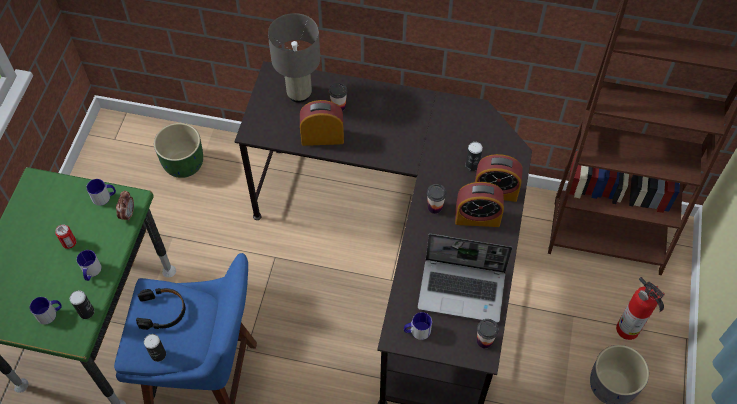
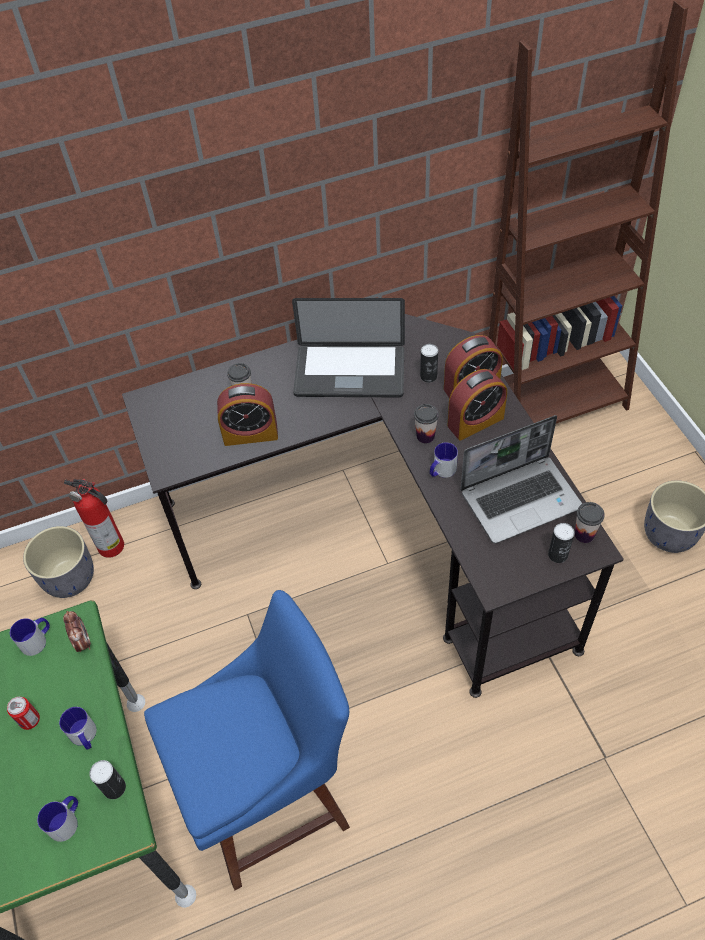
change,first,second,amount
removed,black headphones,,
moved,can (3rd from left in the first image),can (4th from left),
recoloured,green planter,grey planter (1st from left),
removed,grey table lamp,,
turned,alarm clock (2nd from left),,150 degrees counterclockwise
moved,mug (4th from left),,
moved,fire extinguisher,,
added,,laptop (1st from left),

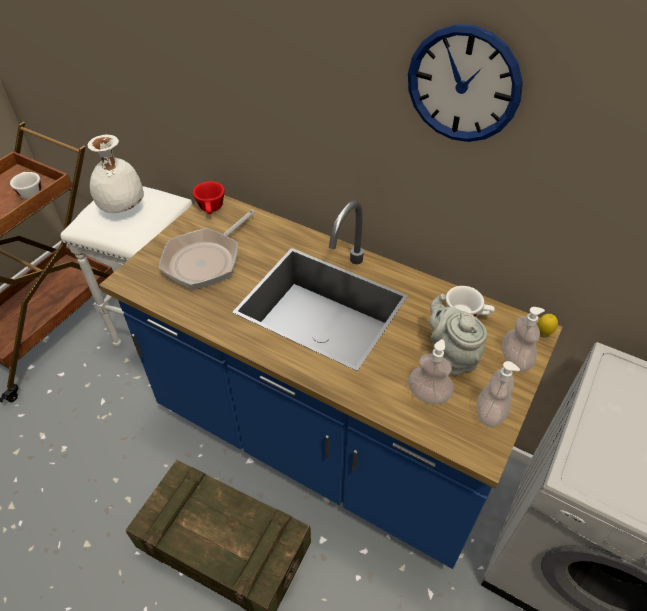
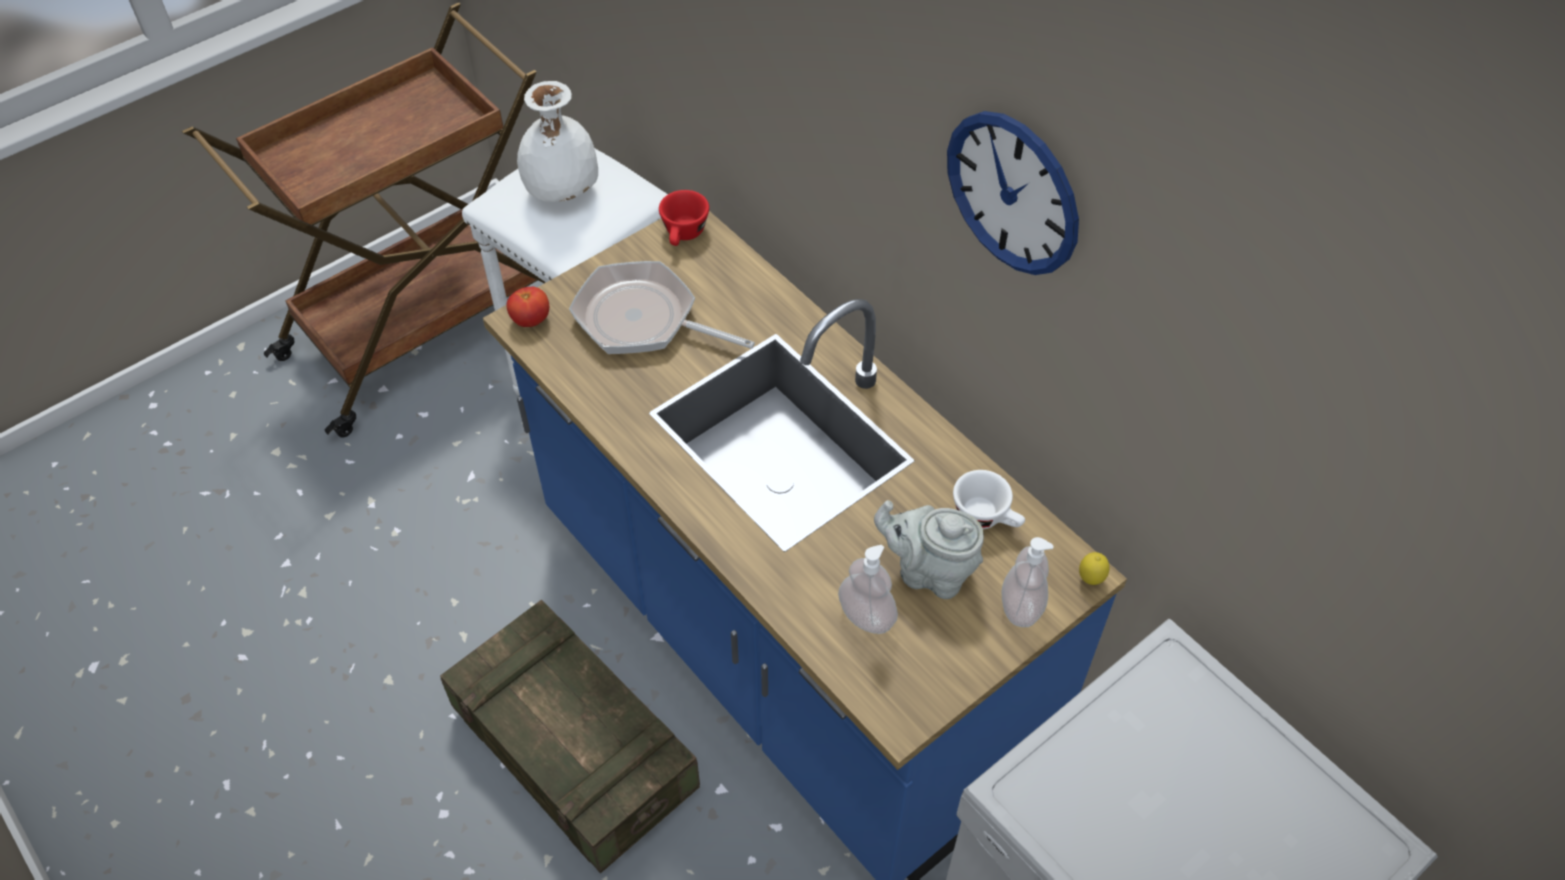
change,first,second,amount
removed,white cup (1st from left),,
turned,frying pan,,60 degrees clockwise
turned,grey teapot,,60 degrees counterclockwise
removed,soap dispenser (2nd from left),,
added,,tomato,

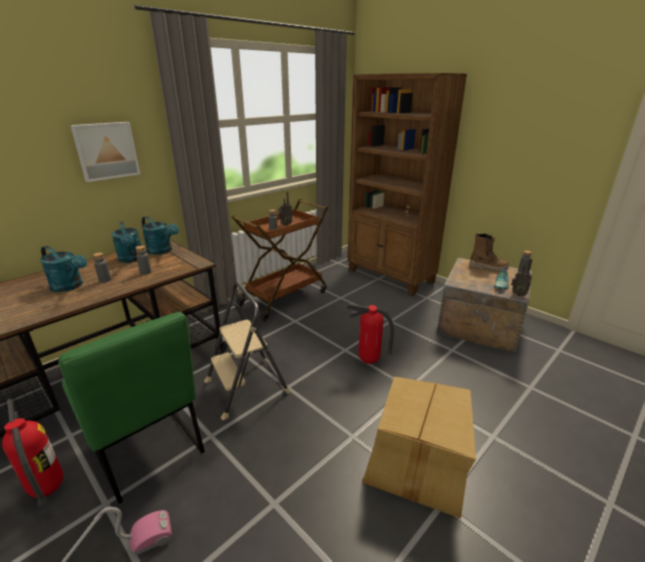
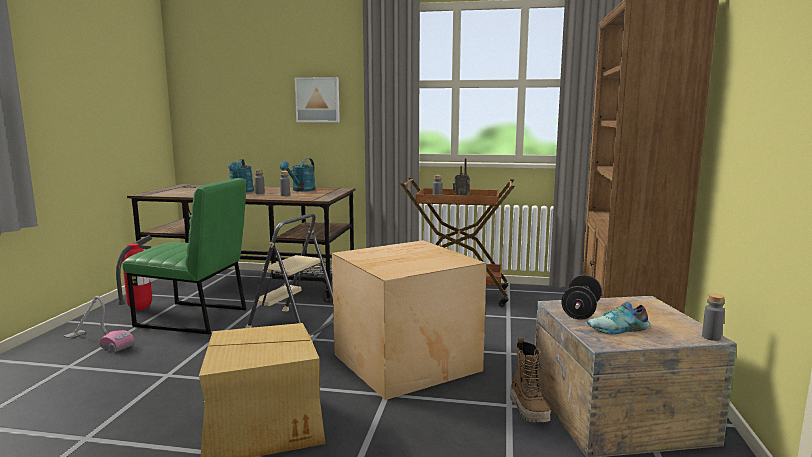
change,first,second,amount
turned,green chair,,90 degrees counterclockwise
removed,turquoise watering can (3rd from left),,
replaced,fire extinguisher (2nd from left),cardboard box (2nd from left),
moved,boot,,
removed,radio (2nd from left),,
added,,black dumbbell,

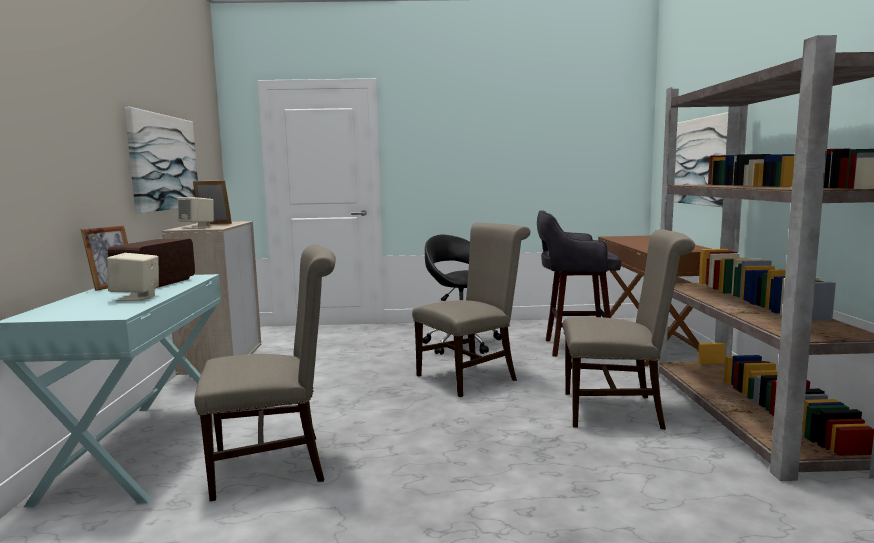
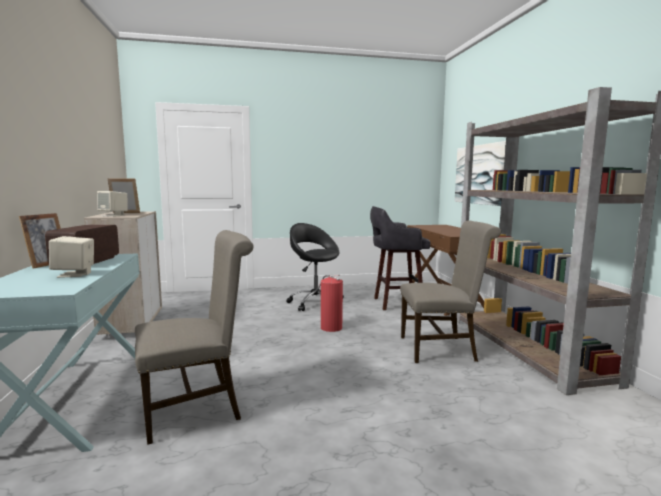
change,first,second,amount
removed,picture (1st from left),,
replaced,beige chair (2nd from left),fire extinguisher,

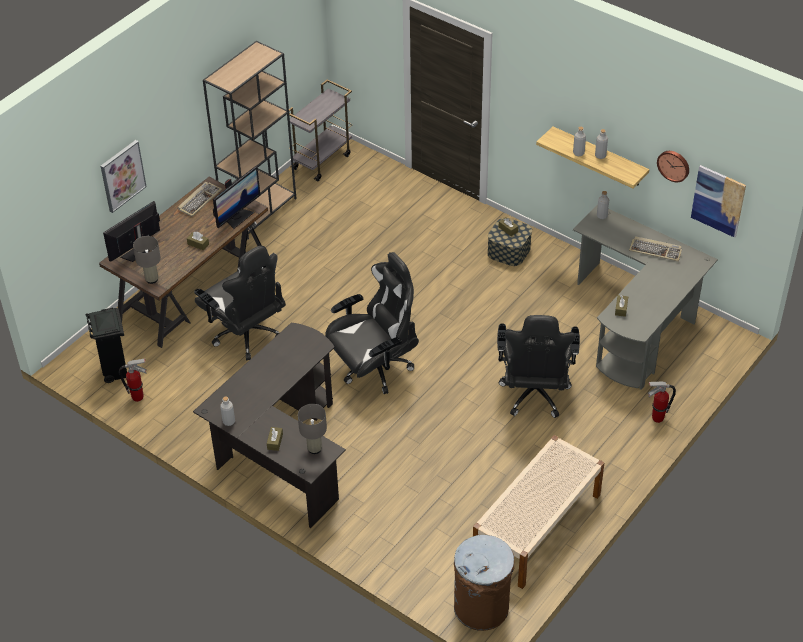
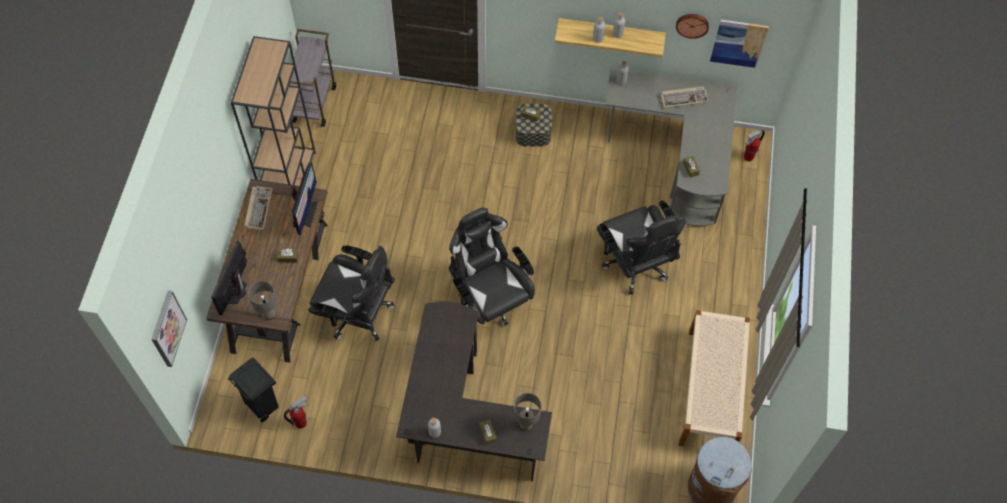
change,first,second,amount
moved,picture (1st from left),,
turned,black office chair (2nd from left),,60 degrees counterclockwise
moved,fire extinguisher (2nd from left),,

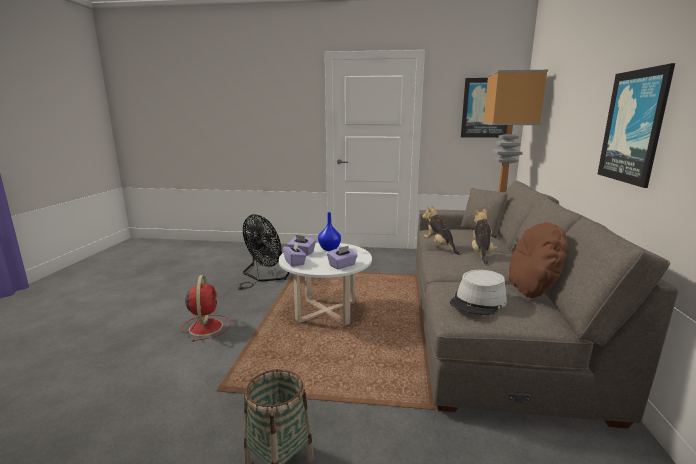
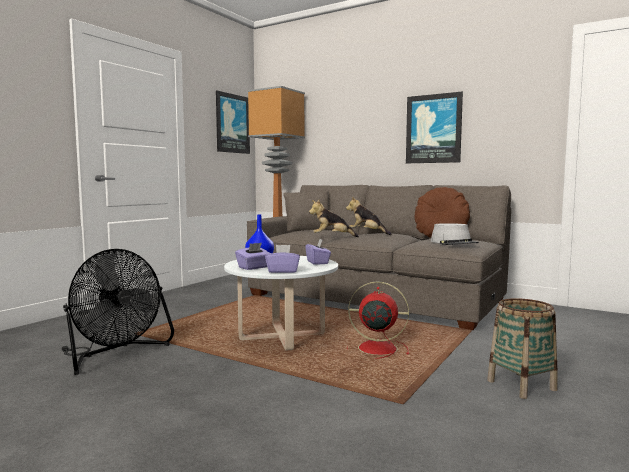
change,first,second,amount
moved,red fan,,
turned,black fan,,150 degrees clockwise

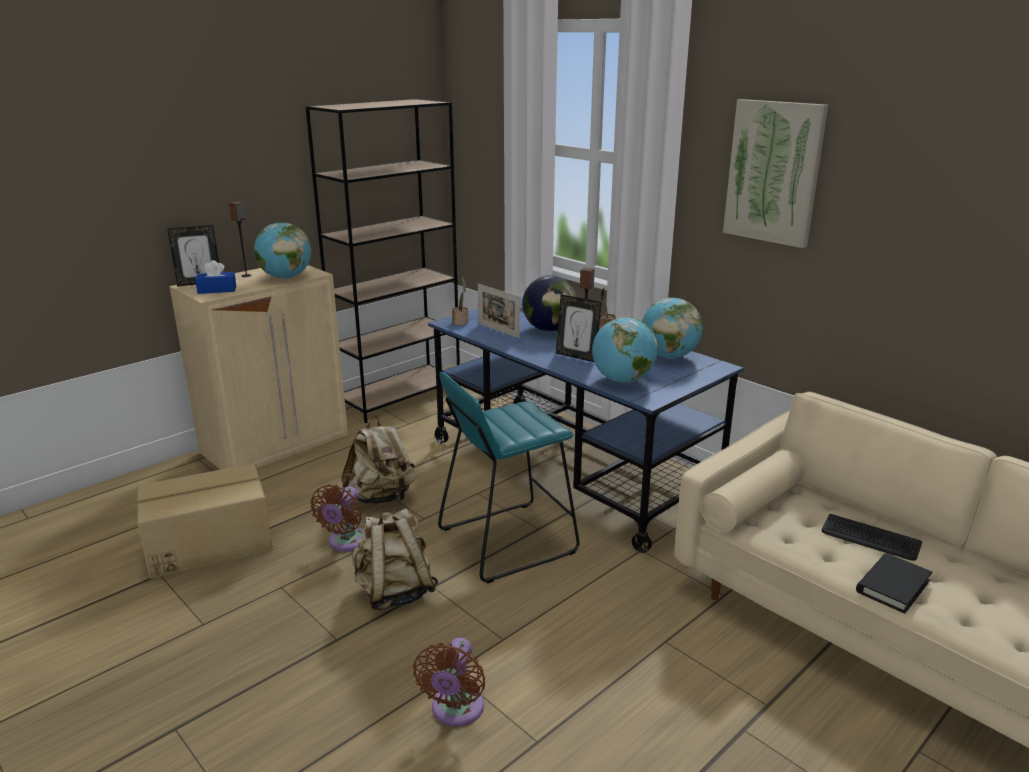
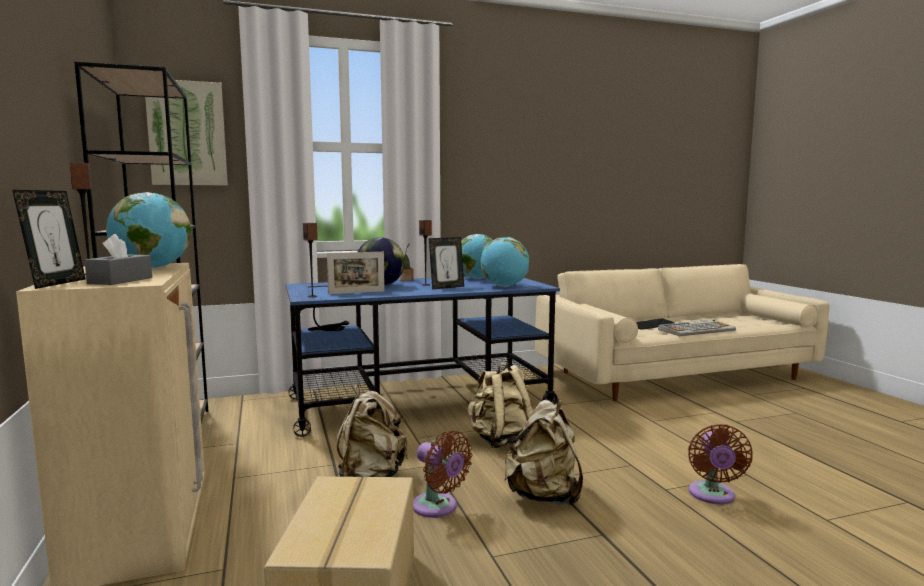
change,first,second,amount
recoloured,blue tissue box,grey tissue box,
turned,brown fan (2nd from left),,60 degrees clockwise
replaced,turquoise stool,beige backpack (2nd from left),
replaced,potted plant (1st from left),speaker (2nd from left),
moved,picture,,
replaced,black book,keyboard (2nd from left),

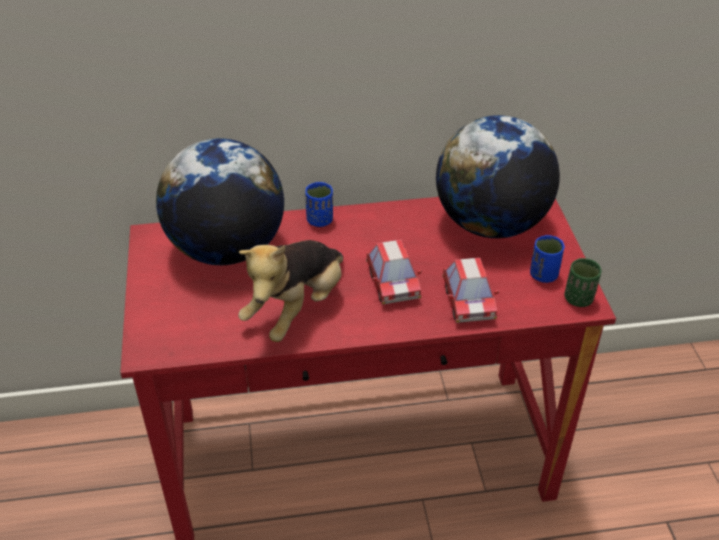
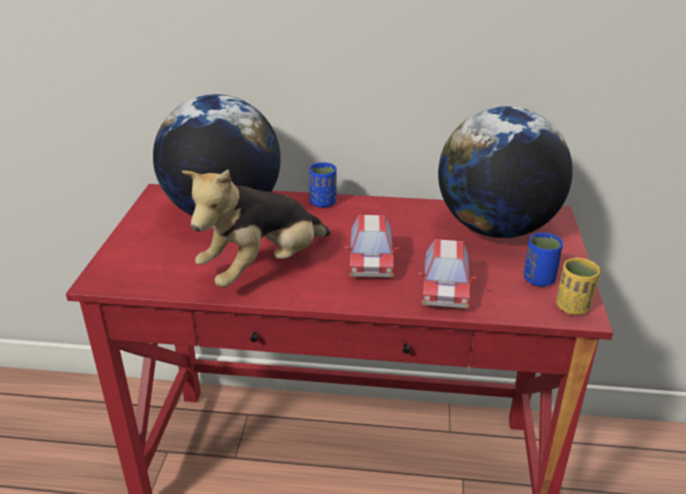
change,first,second,amount
recoloured,green cup,yellow cup,

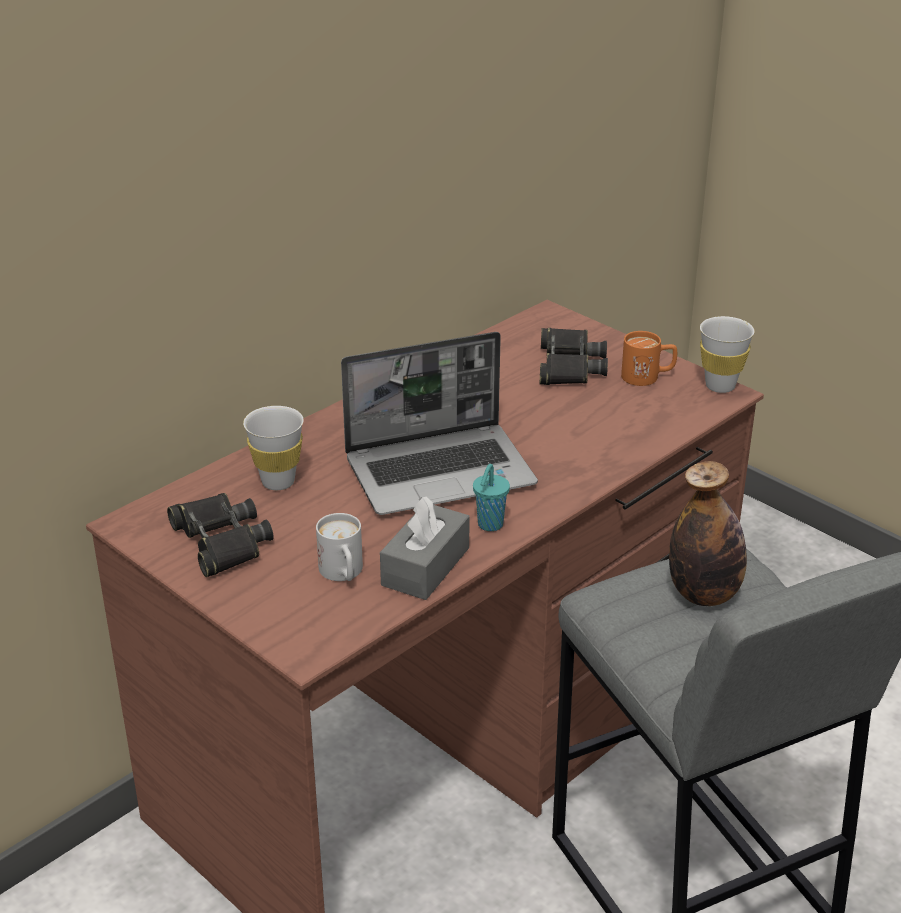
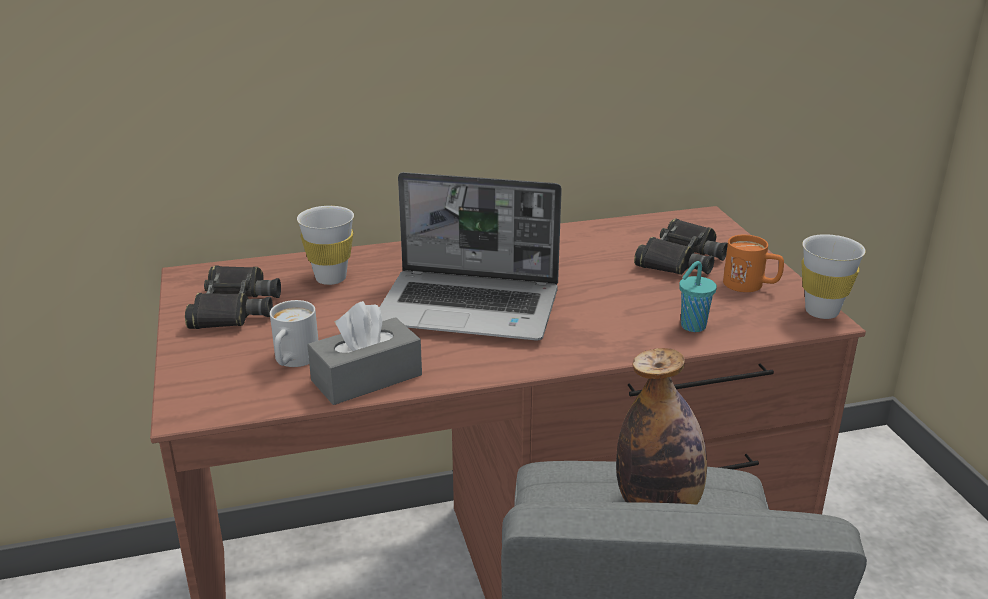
change,first,second,amount
moved,turquoise cup,,

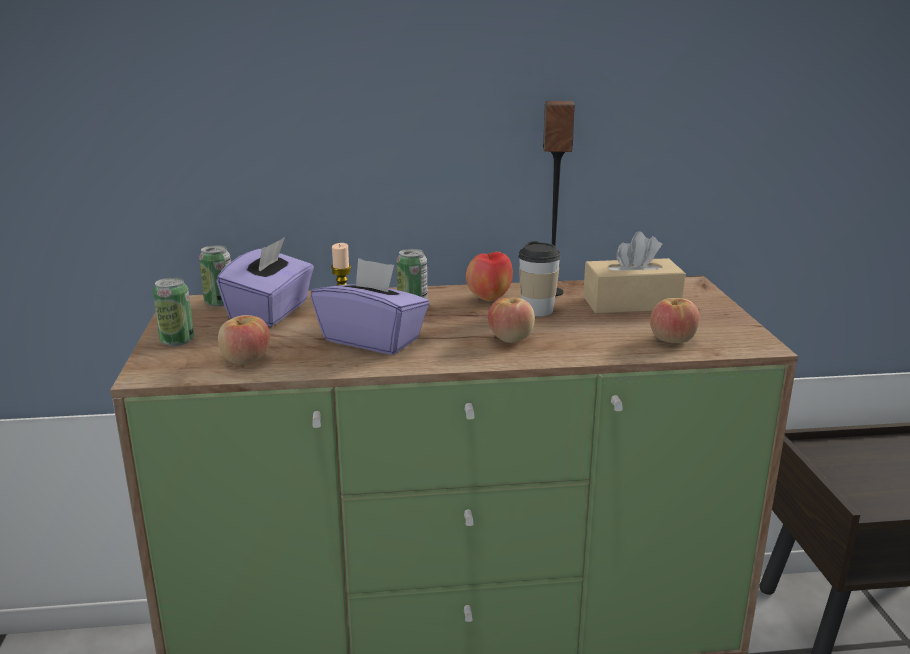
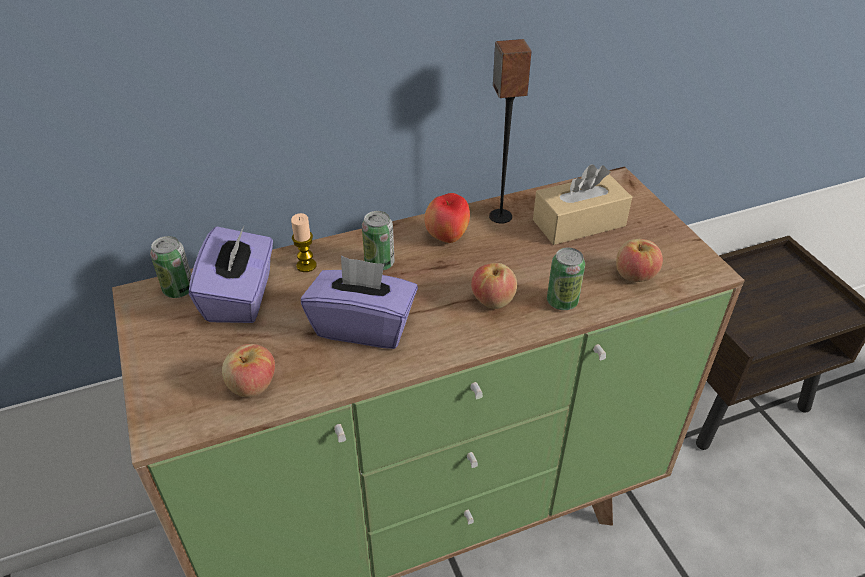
change,first,second,amount
moved,can (1st from left in the first image),can (3rd from left),
removed,cup,,

